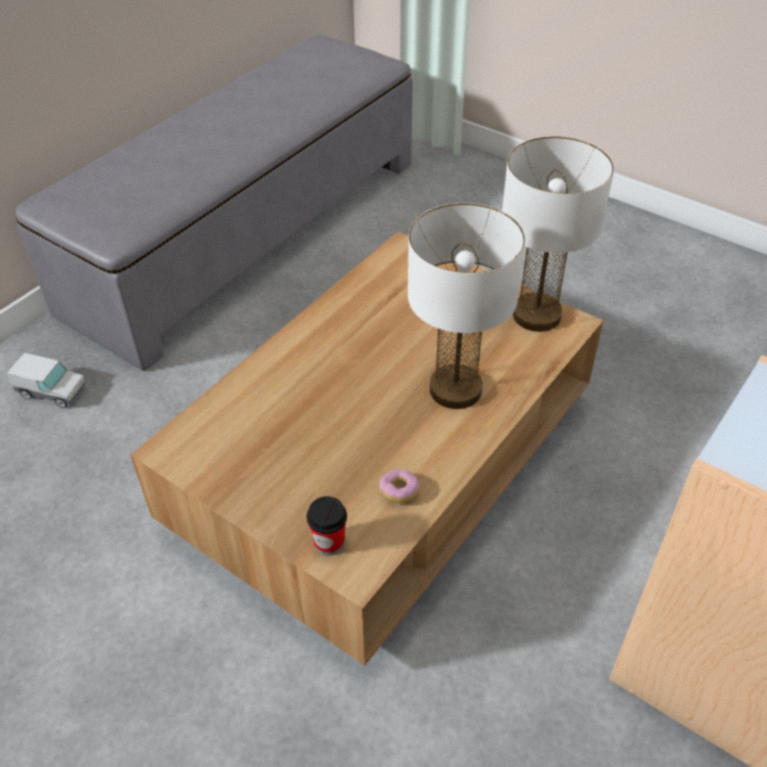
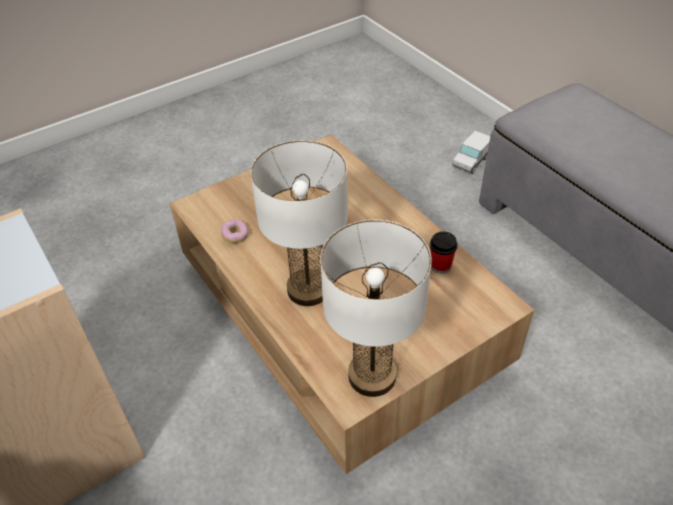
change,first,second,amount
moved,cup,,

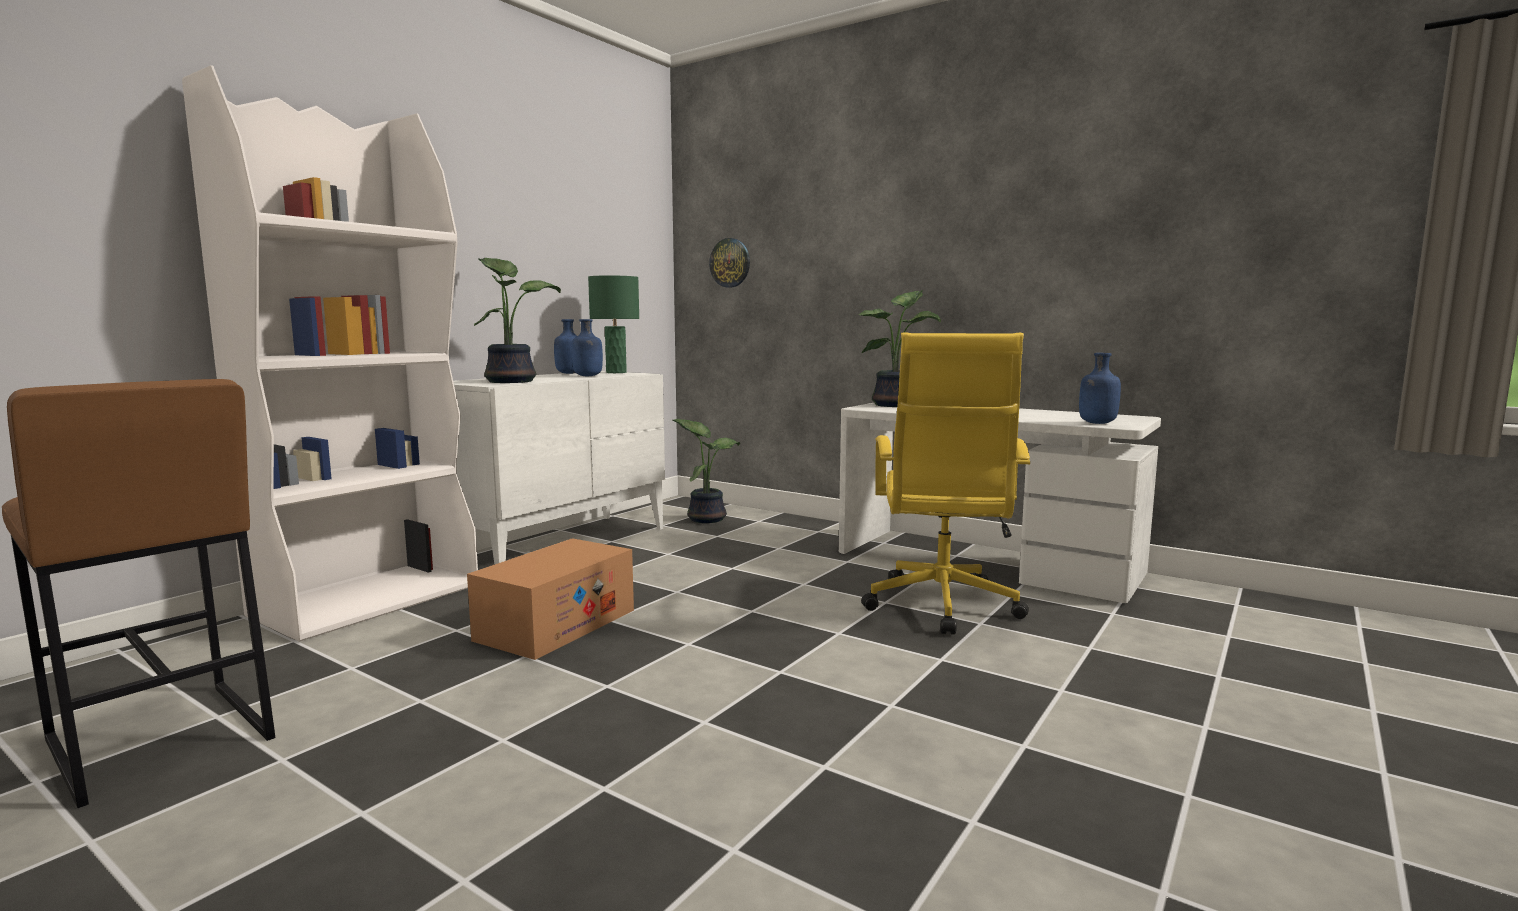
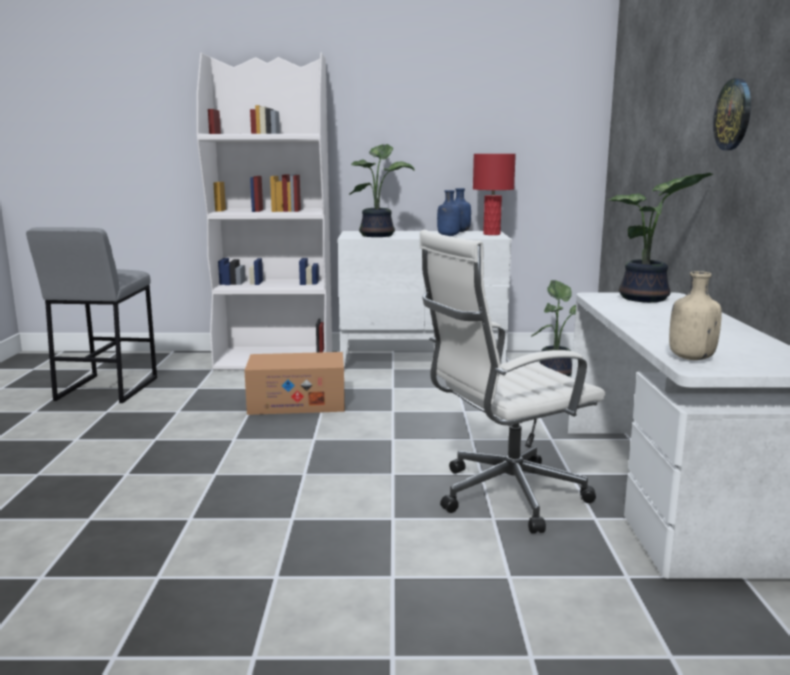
change,first,second,amount
recoloured,brown stool,grey stool,
recoloured,green table lamp,red table lamp,
moved,wall clock,,
recoloured,yellow office chair,white office chair,
recoloured,blue bottle (3rd from left),beige bottle,

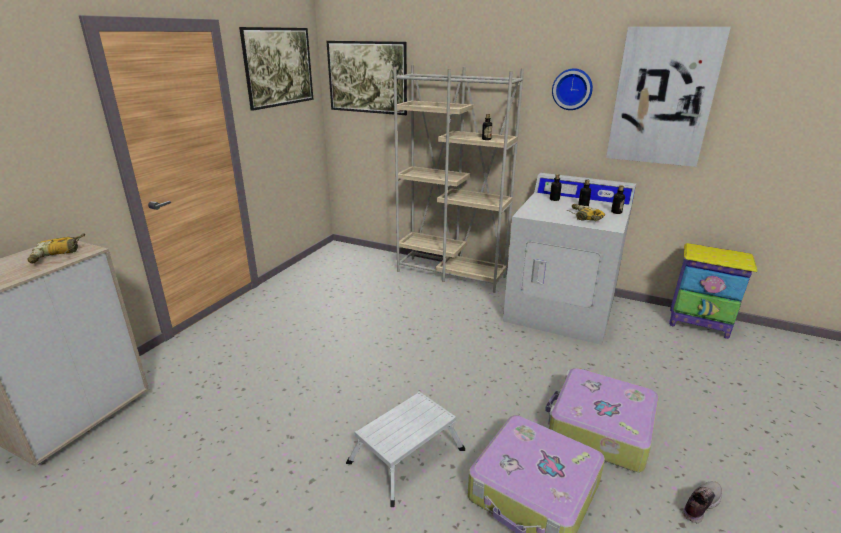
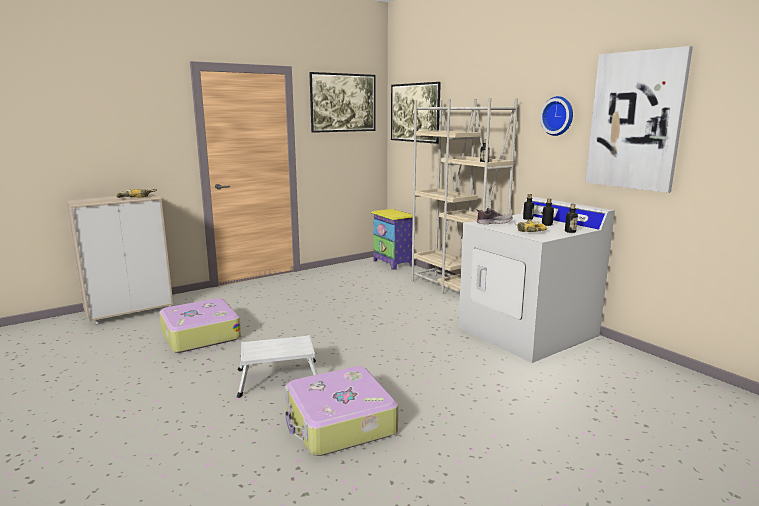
change,first,second,amount
moved,suitcase (2nd from left in the first image),suitcase (1st from left),
moved,nightstand,,
moved,shoe,,

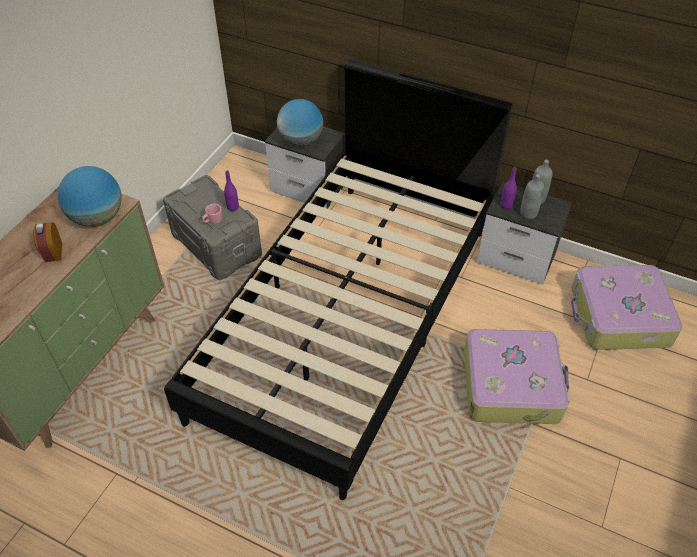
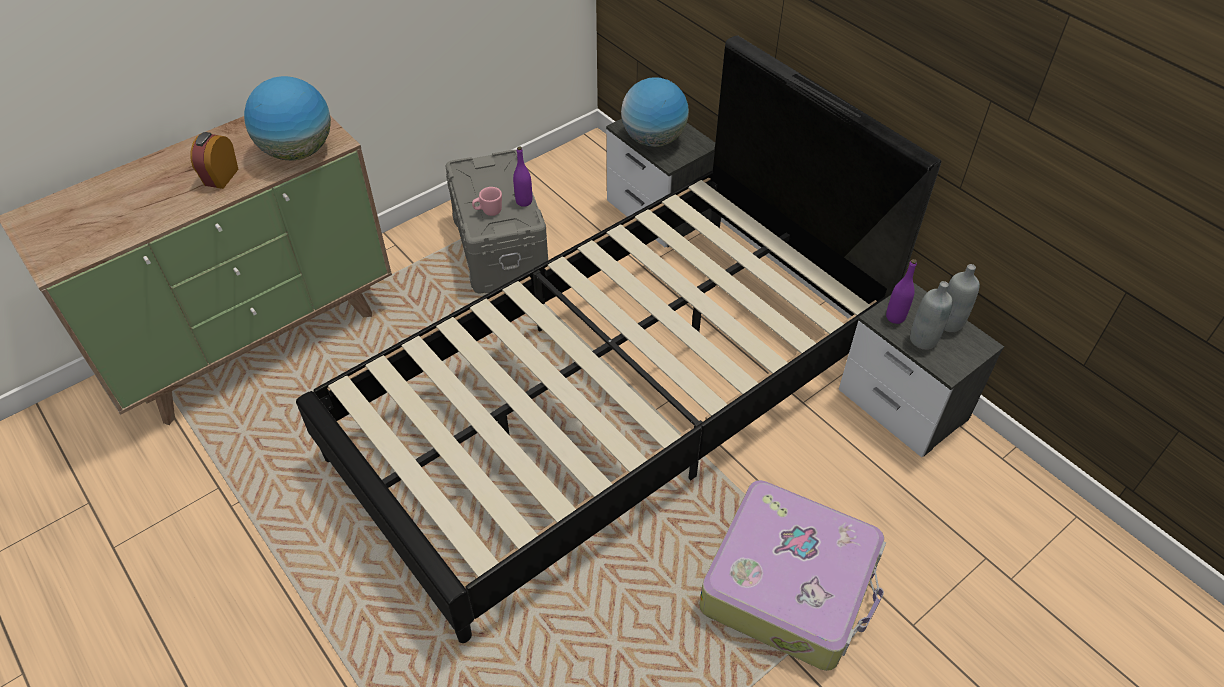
change,first,second,amount
removed,suitcase (2nd from left),,

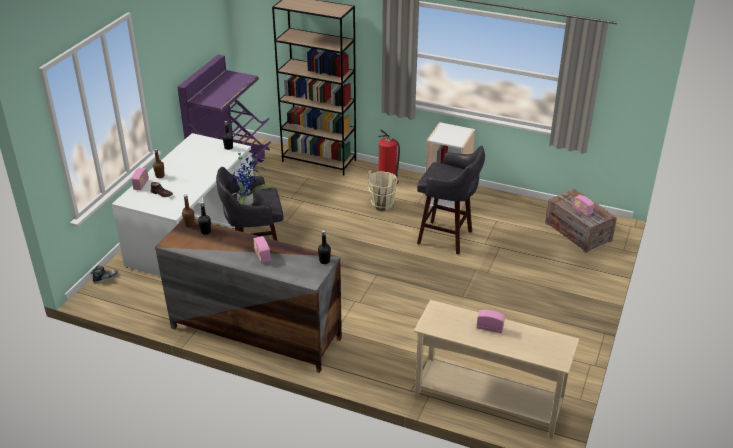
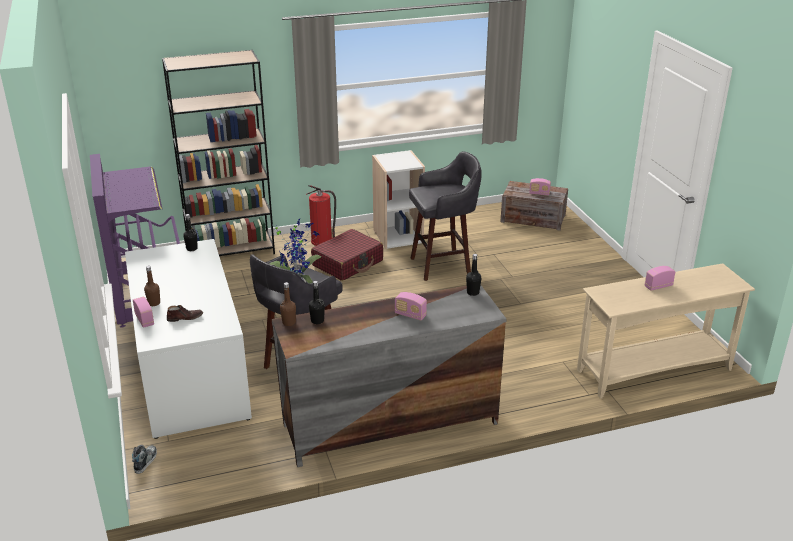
change,first,second,amount
replaced,beige bucket,red suitcase,

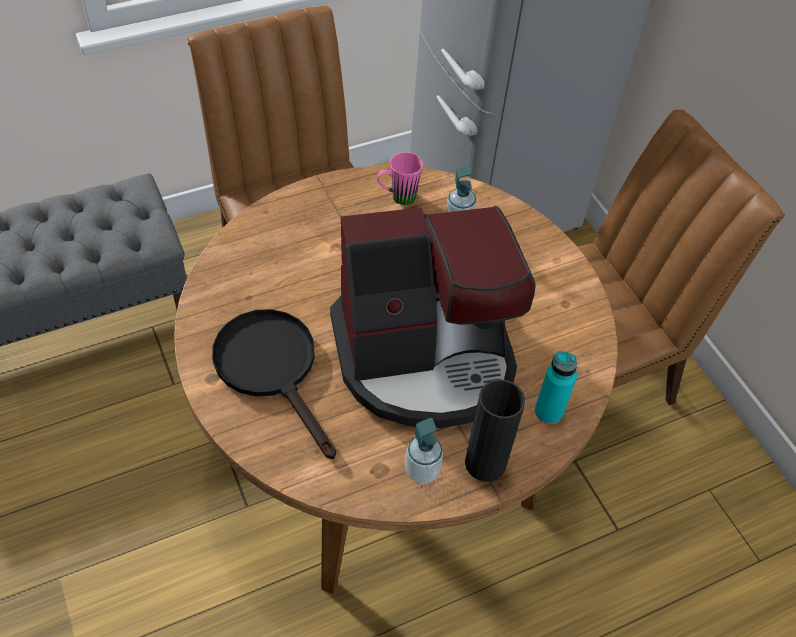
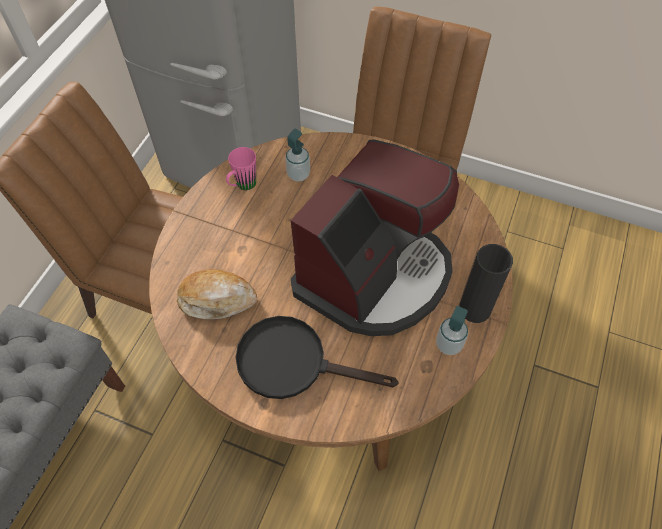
change,first,second,amount
removed,turquoise bottle,,
added,,bread,

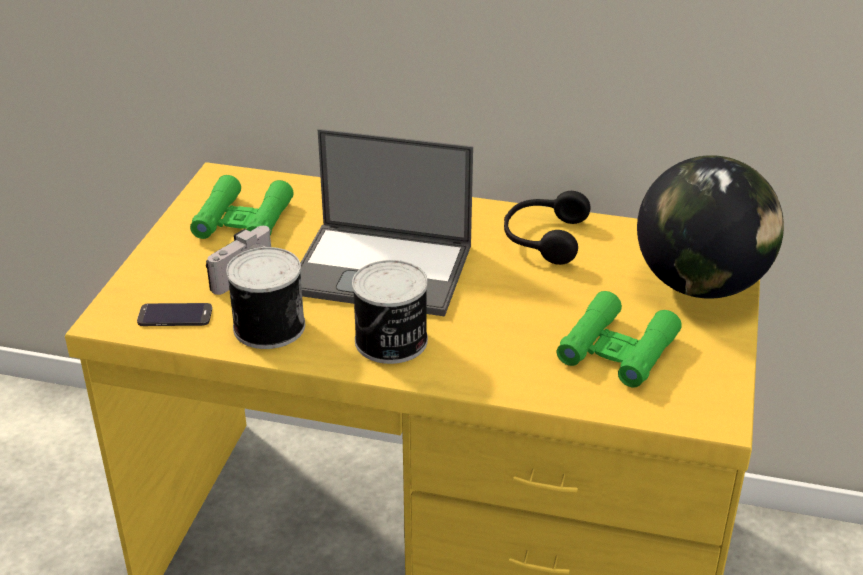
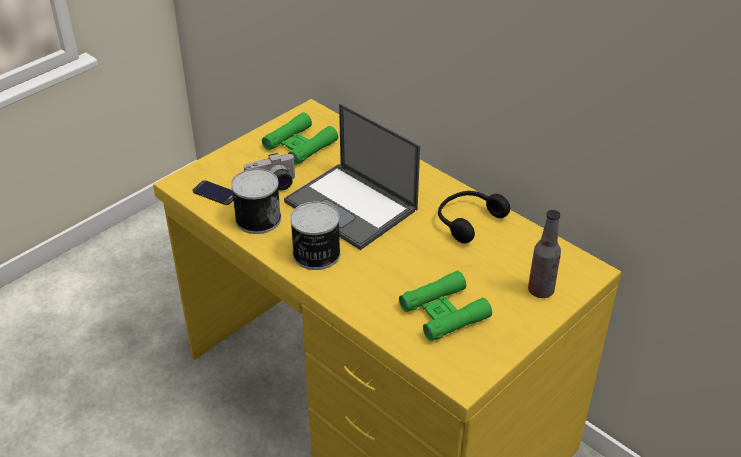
change,first,second,amount
replaced,globe,bottle,

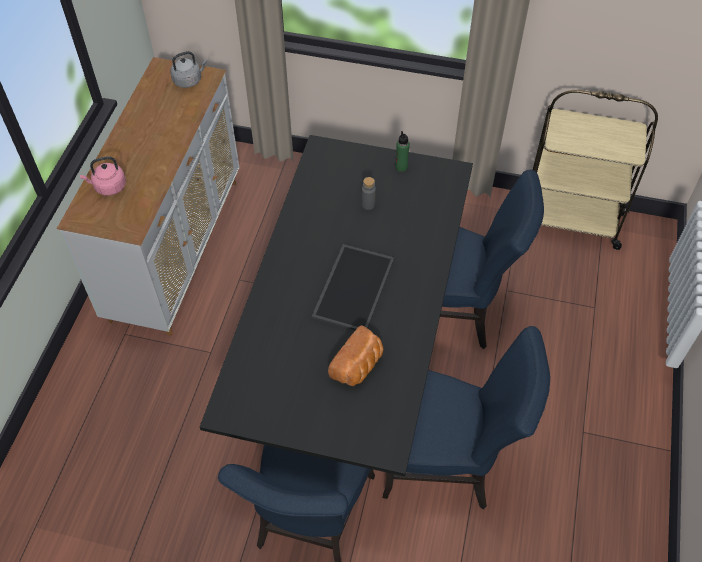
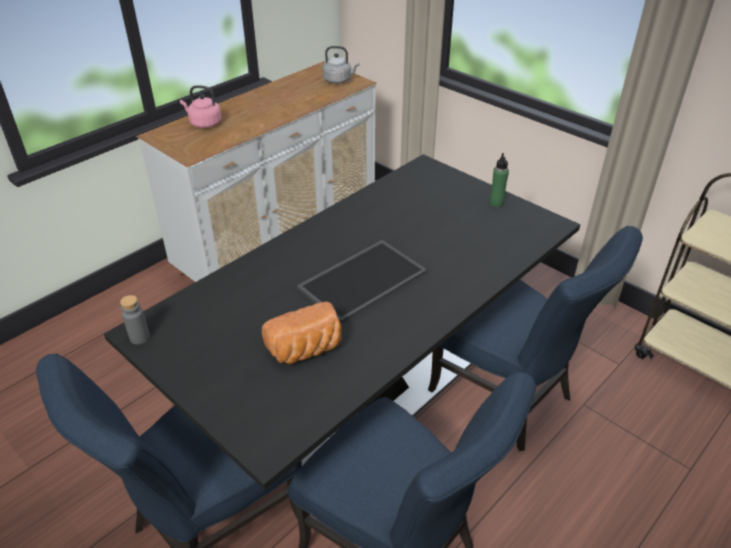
change,first,second,amount
moved,grey bottle,,

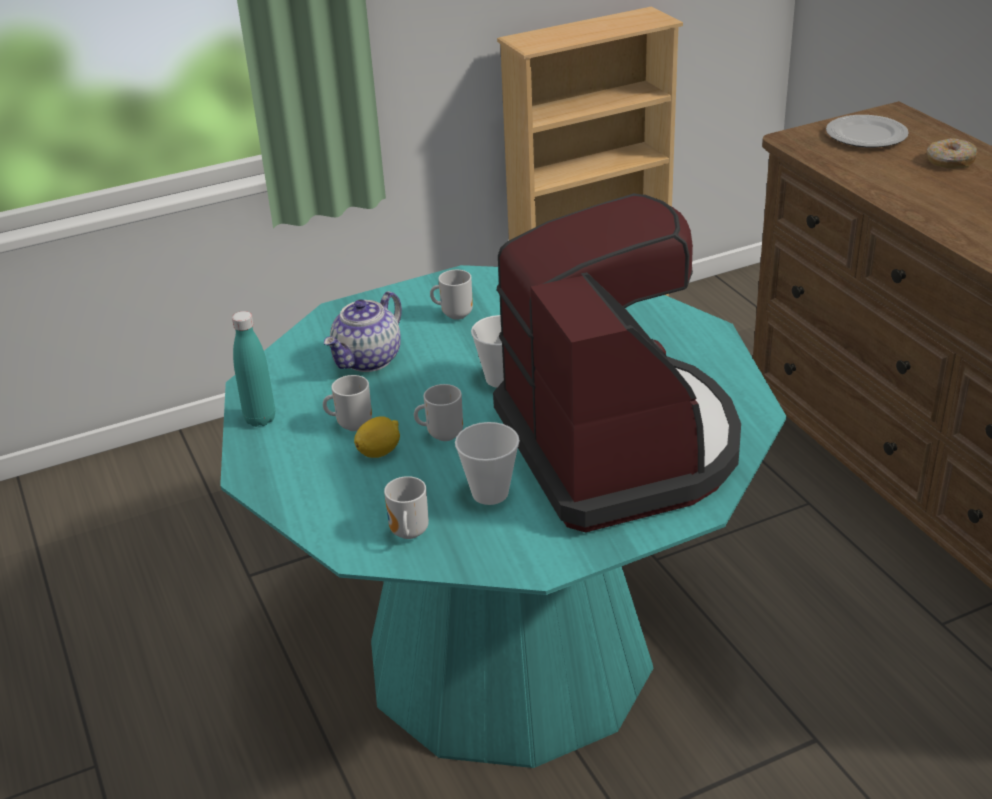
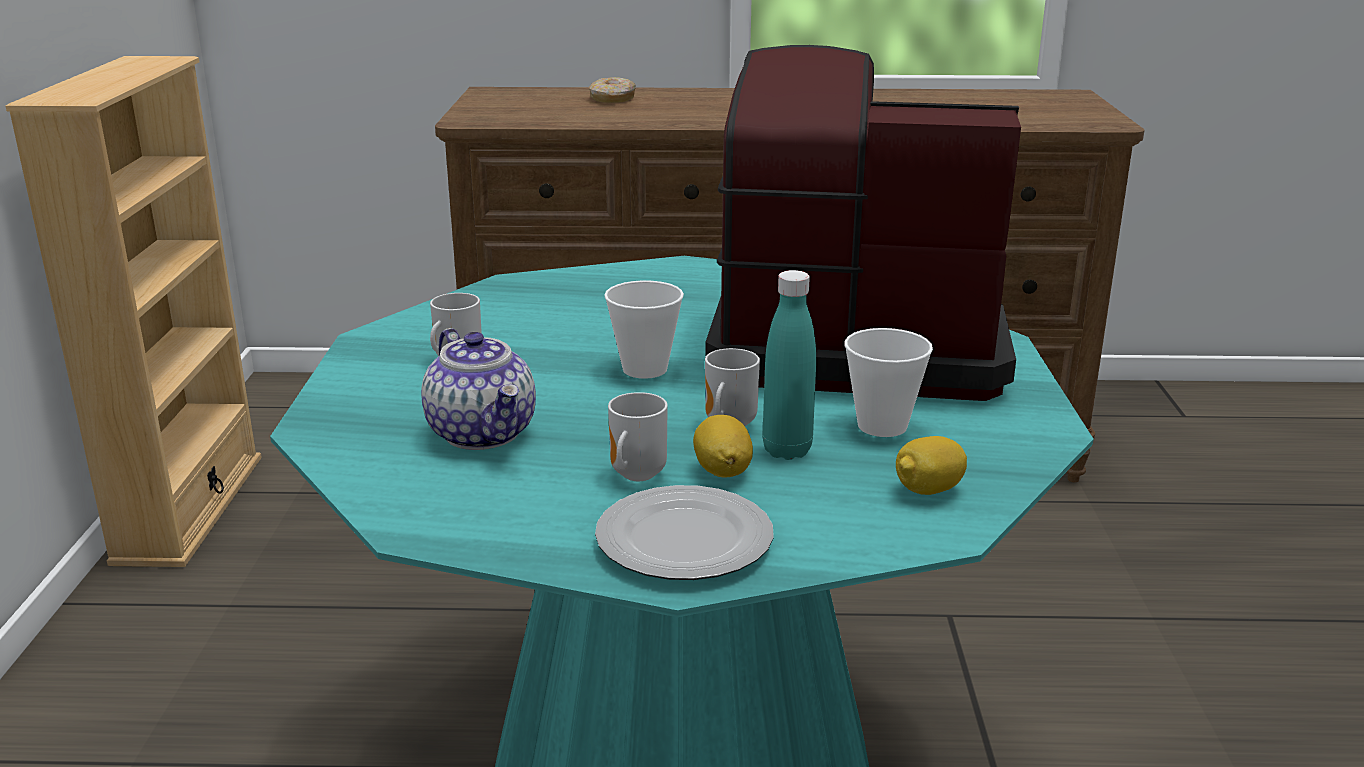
change,first,second,amount
moved,turquoise bottle,,
replaced,mug (2nd from left),lemon (2nd from left),
moved,plate,,

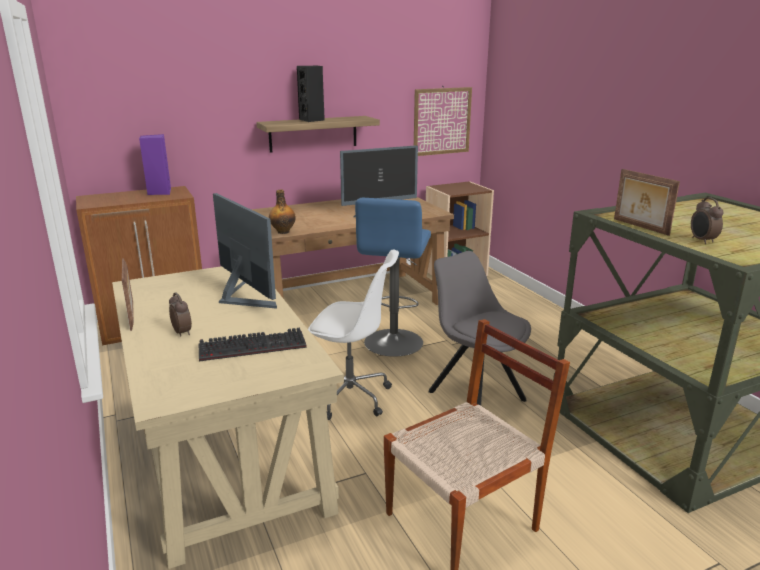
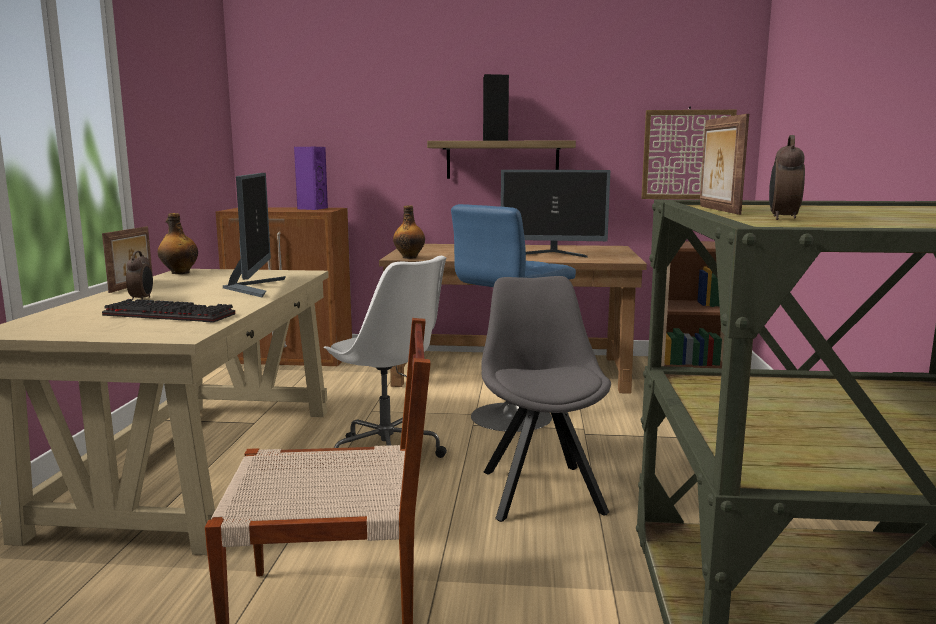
change,first,second,amount
added,,bottle (1st from left),

